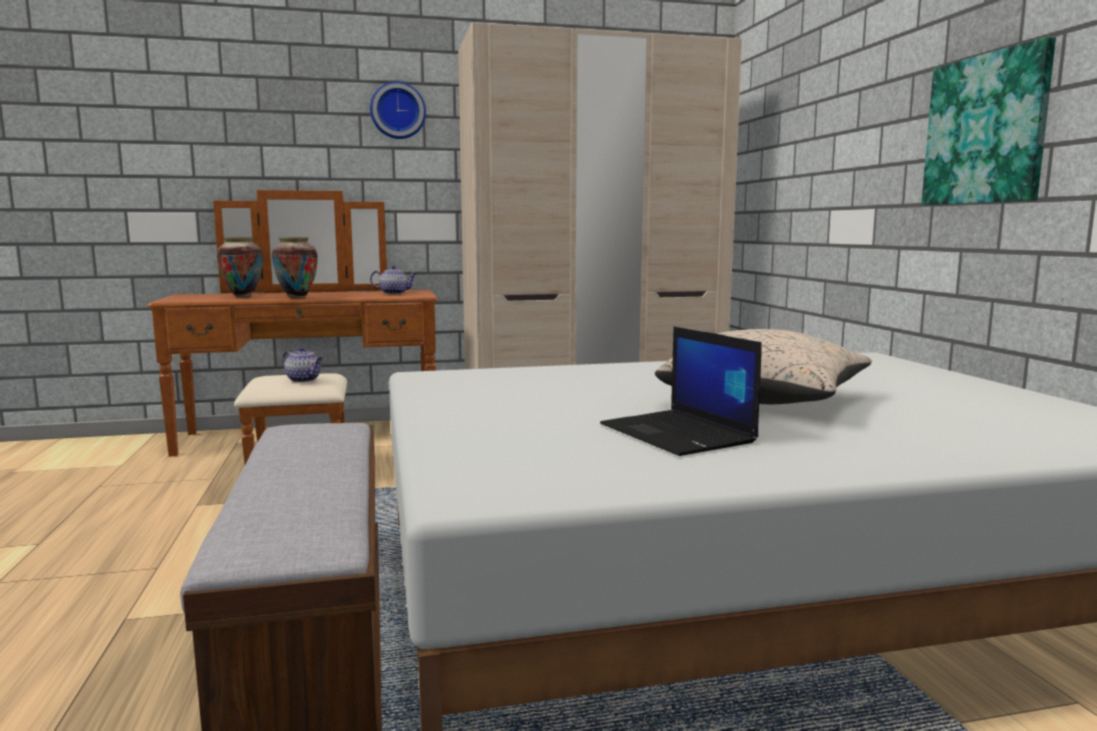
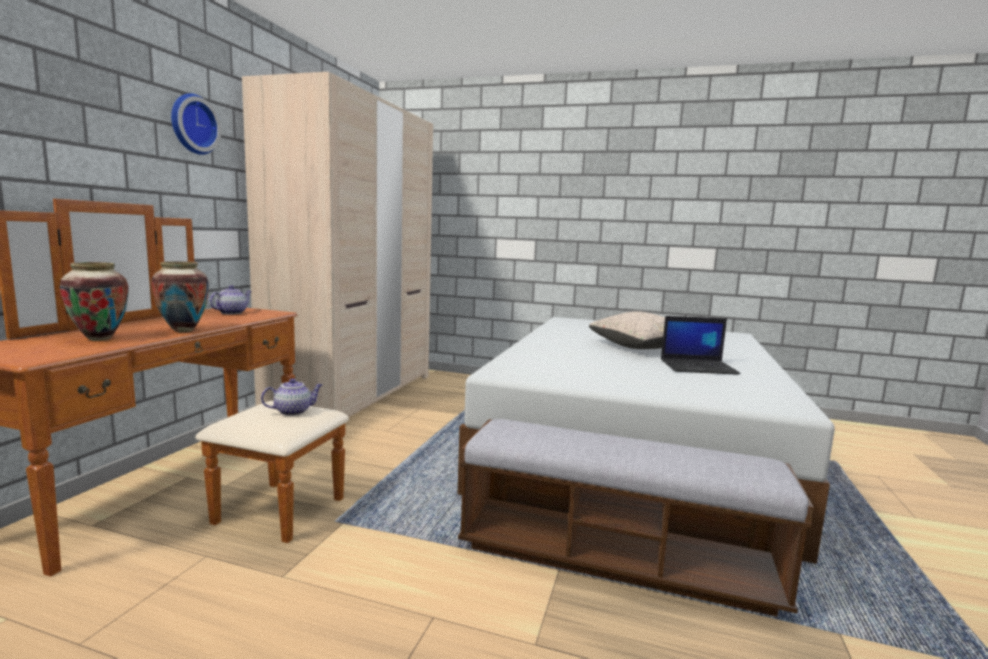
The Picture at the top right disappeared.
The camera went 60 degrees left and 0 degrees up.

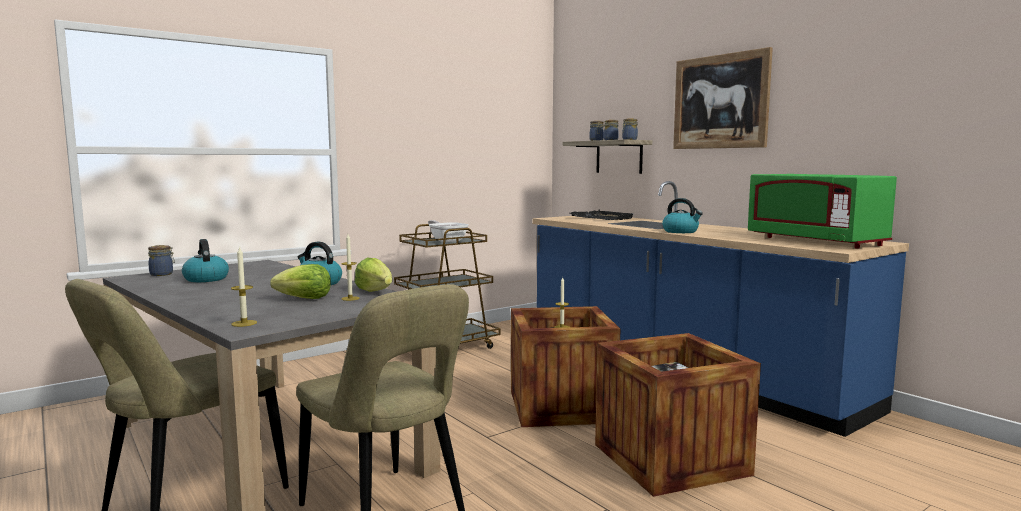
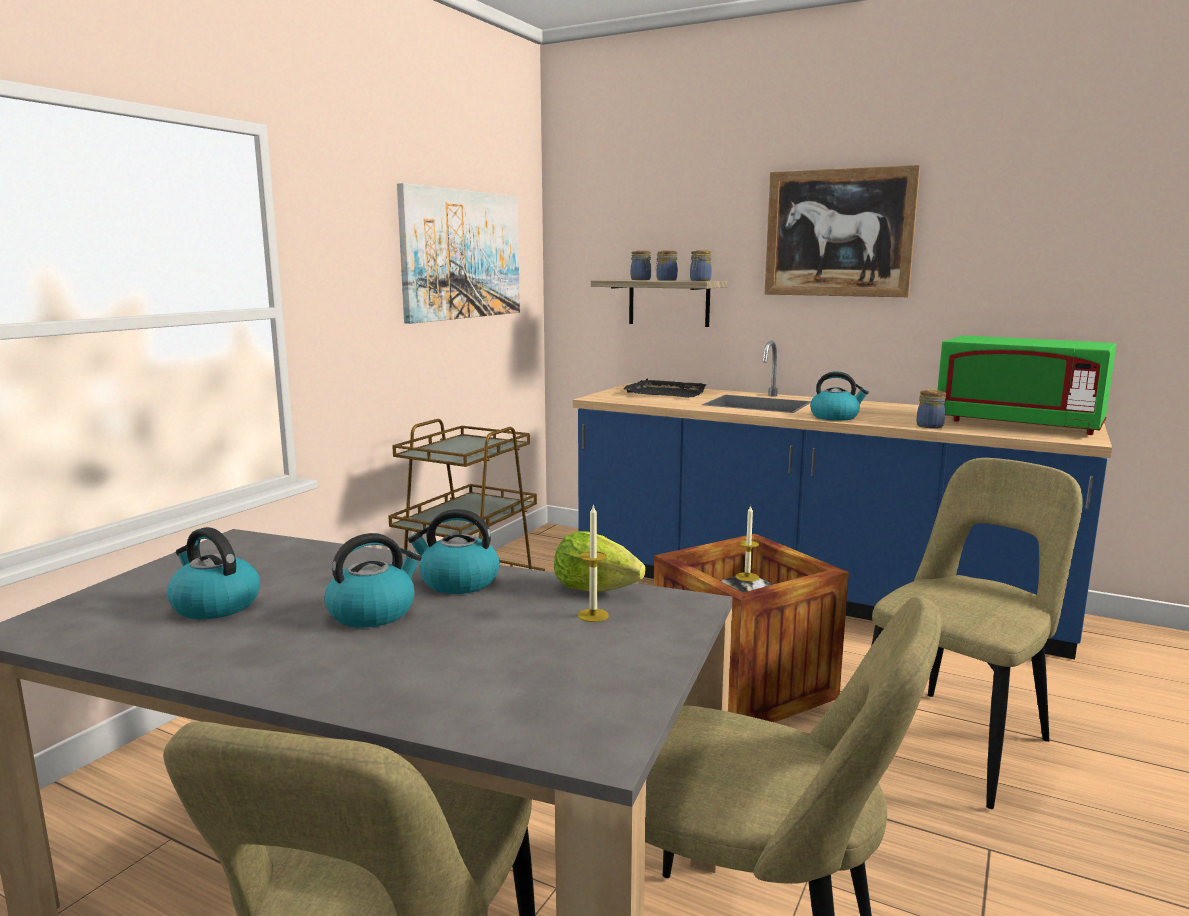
The Candle (no. 1 from left) at the middle left disappeared.
The Lettuce (no. 1 from left) at the middle left disappeared.
The FryingPan at the centre disappeared.
The Kettle (no. 2 from left) at the middle left appeared.
The Picture (no. 1 from left) at the top centre appeared.
The Jar (no. 1 from left in the first image) moved from the middle left to the middle right.
The Crate (no. 2 from left) at the bottom centre was replaced by the BeigeChair (no. 3 from left) at the bottom right.
The camera went 25 degrees left and 5 degrees up.

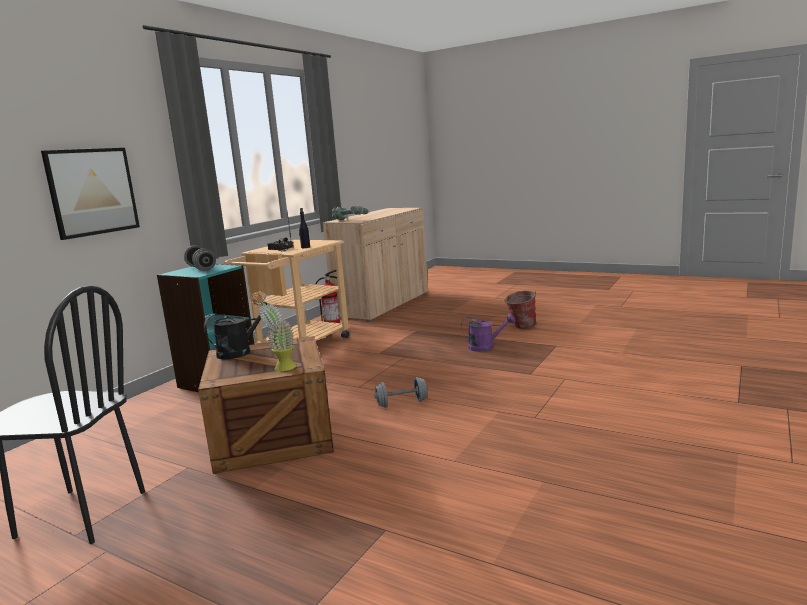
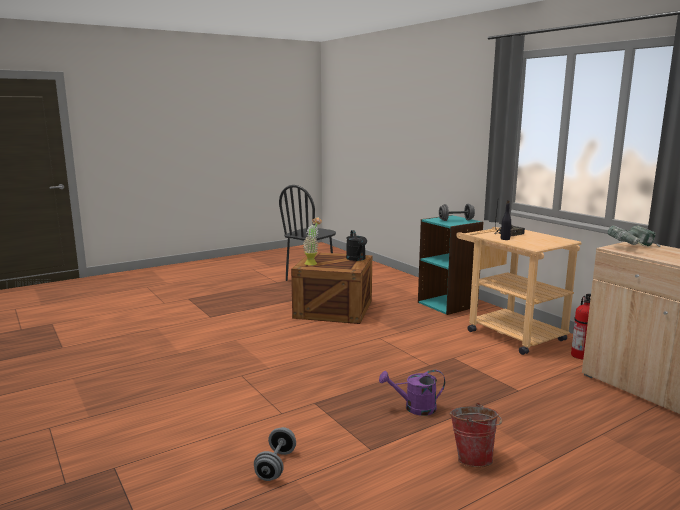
The Picture at the top left disappeared.
The GreyDumbbell (no. 2 from left in the first image) moved from the centre to the bottom centre.
The PurpleWateringCan at the centre turned 60 degrees clockwise.
The camera went 115 degrees right and 0 degrees up.

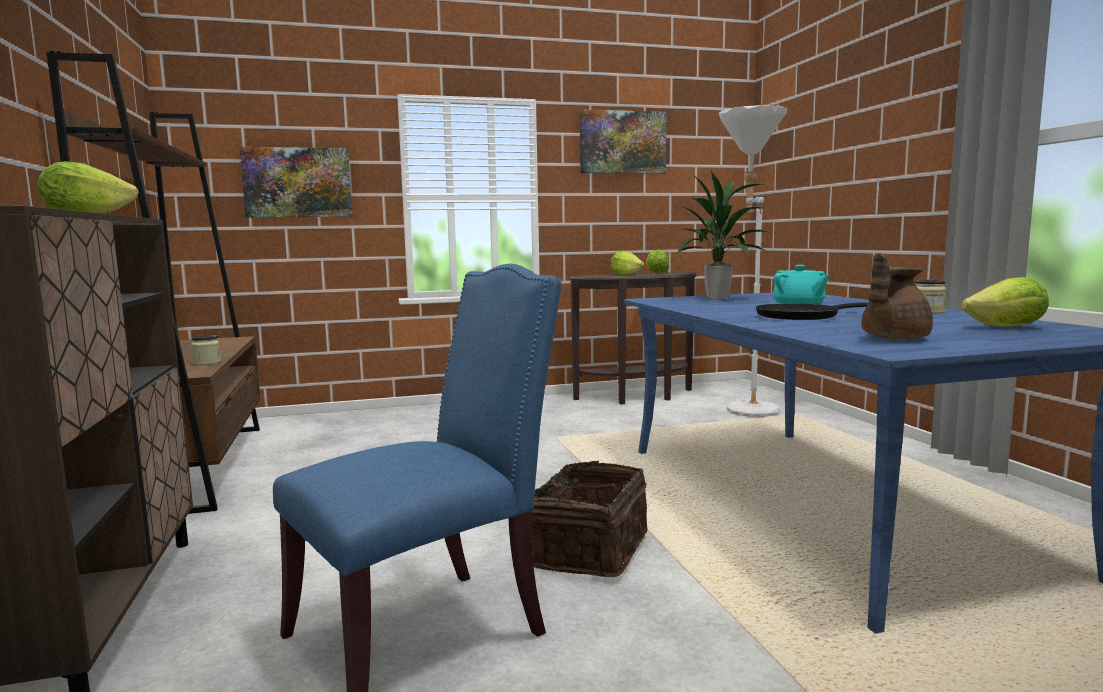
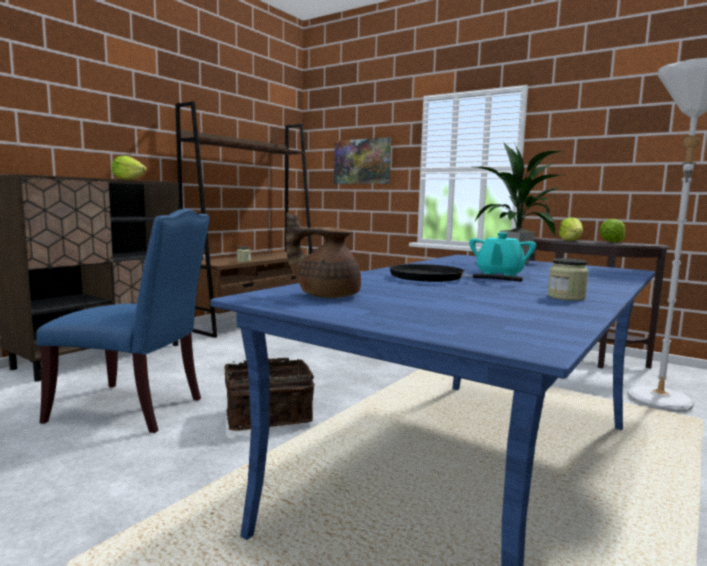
The Picture (no. 2 from left) at the top centre disappeared.
The Lettuce (no. 4 from left) at the middle right disappeared.
The camera went 50 degrees right and 0 degrees up.

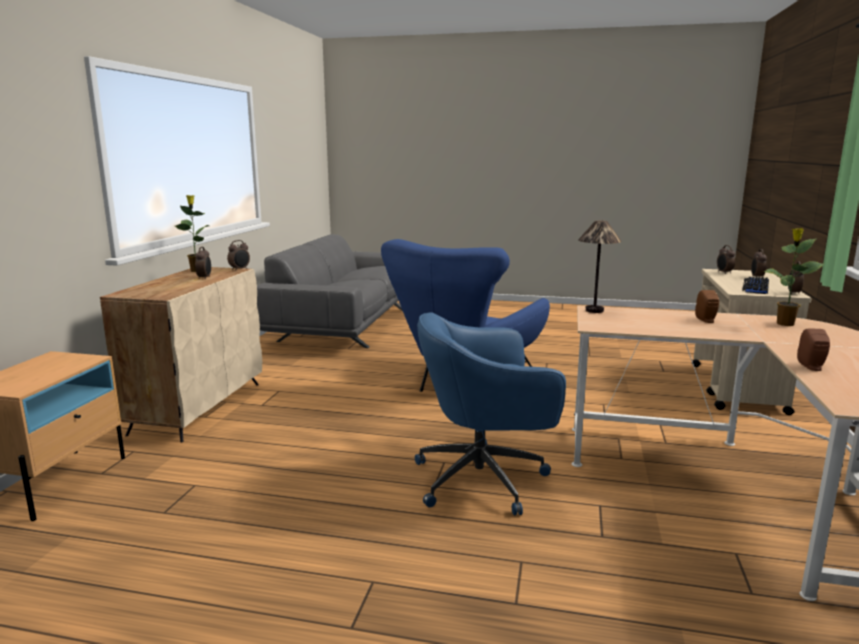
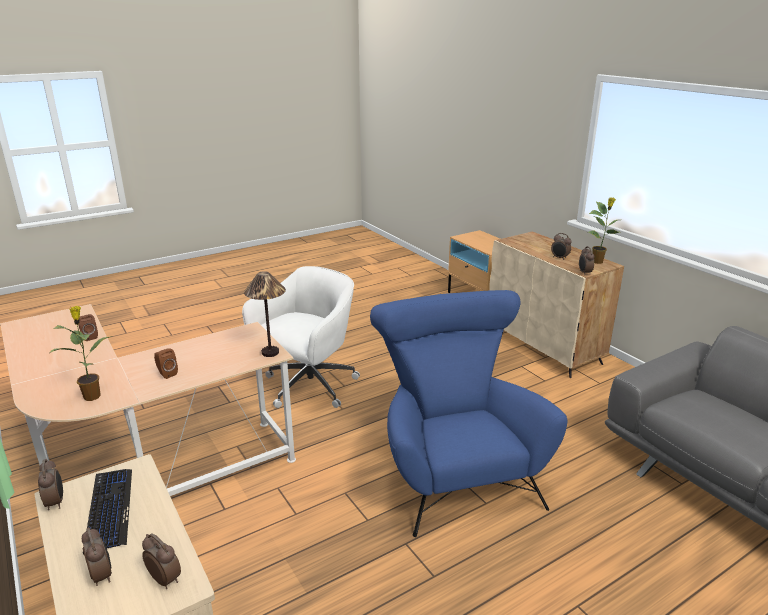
The BlueOfficeChair at the centre became the WhiteOfficeChair at the centre.
The camera went 135 degrees right and 10 degrees up.

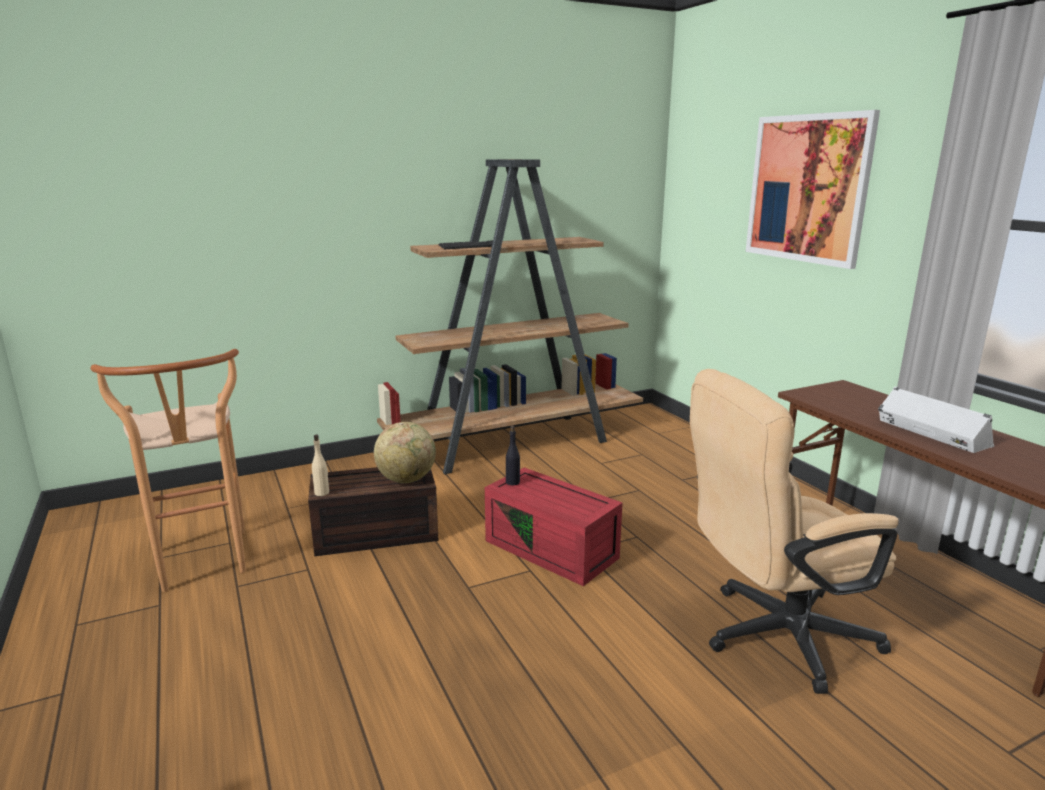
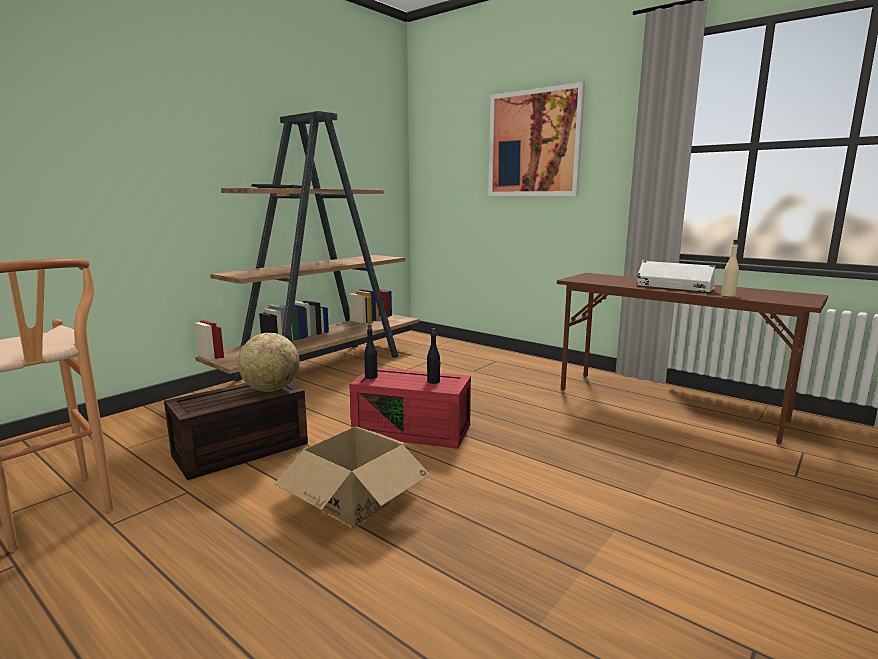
The BeigeOfficeChair at the bottom right disappeared.
The CardboardBox at the bottom centre appeared.
The BlackBottle (no. 2 from left) at the centre appeared.
The BeigeBottle moved from the middle left to the middle right.
The camera went 25 degrees left and 5 degrees down.

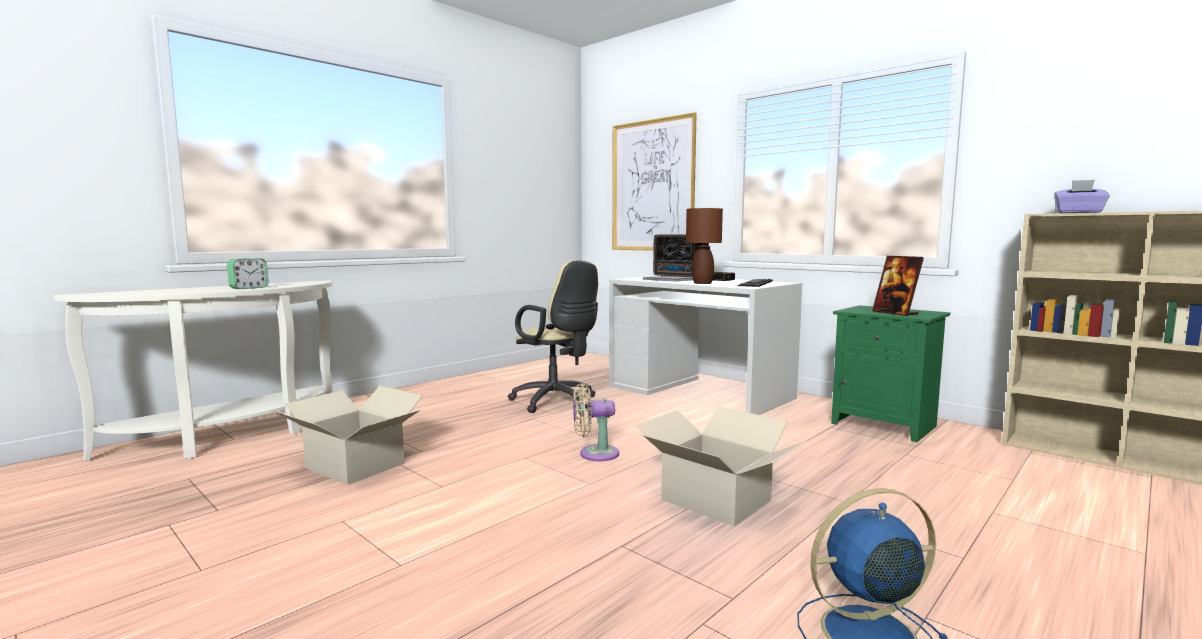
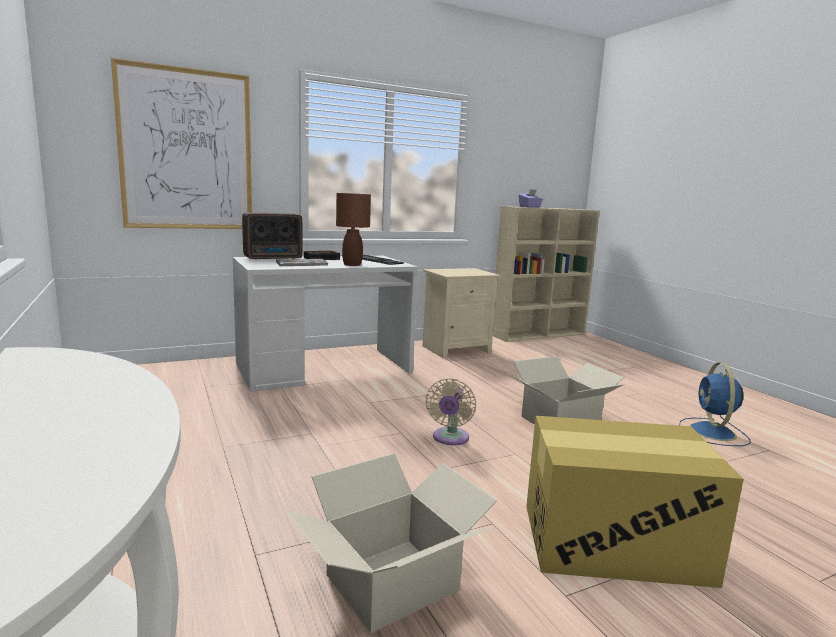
The AlarmClock (no. 1 from left) at the middle left disappeared.
The BeigeOfficeChair at the centre disappeared.
The PictureFrame at the middle right disappeared.
The CardboardBox (no. 3 from left) at the bottom right appeared.
The GreenNightstand at the middle right became the BeigeNightstand at the centre.
The camera went 70 degrees left and 5 degrees up.

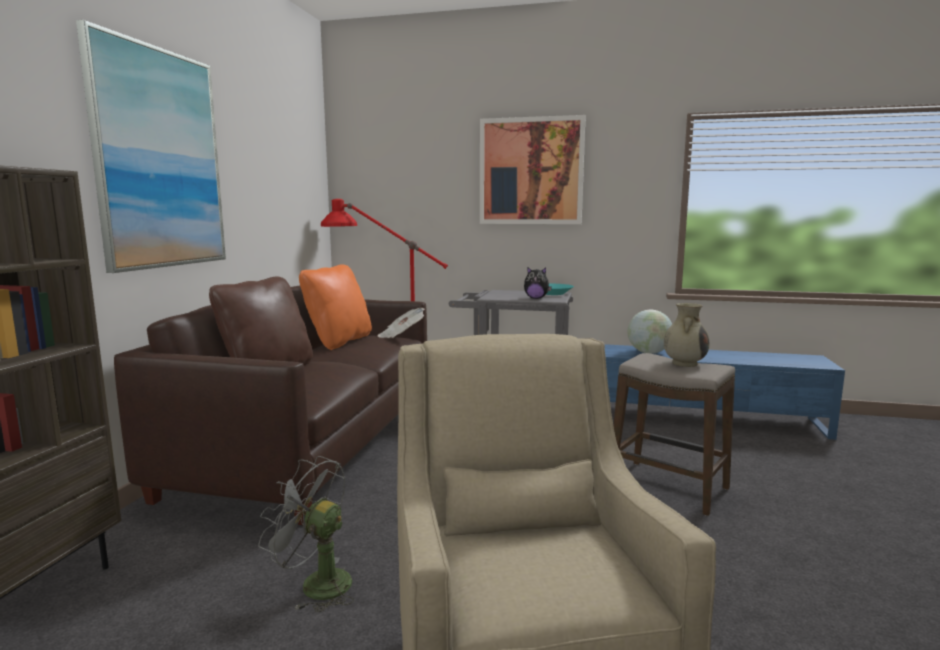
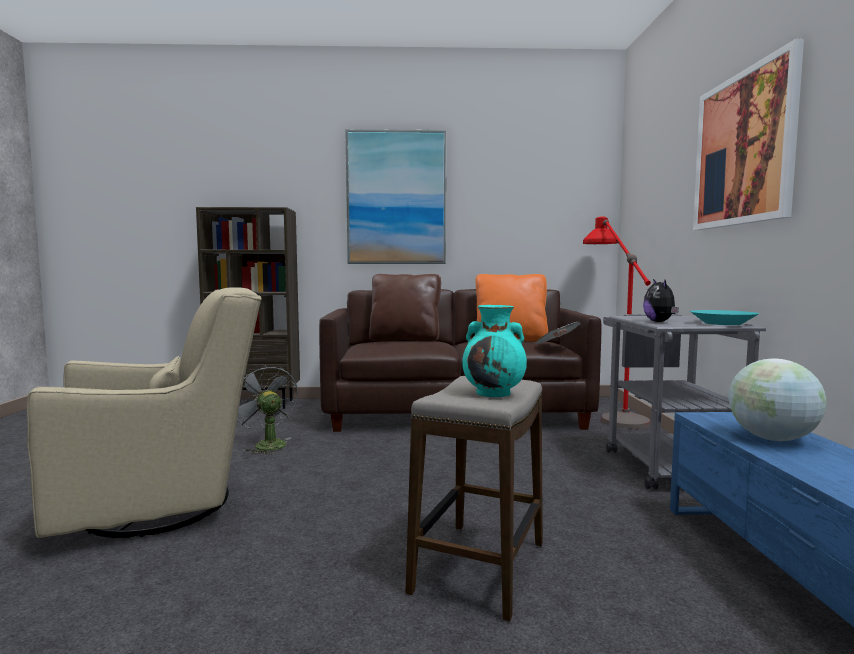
The BeigeVase at the middle right became the TurquoiseVase at the centre.
The GreyFan at the bottom left turned 45 degrees counterclockwise.
The camera went 75 degrees right and 5 degrees down.

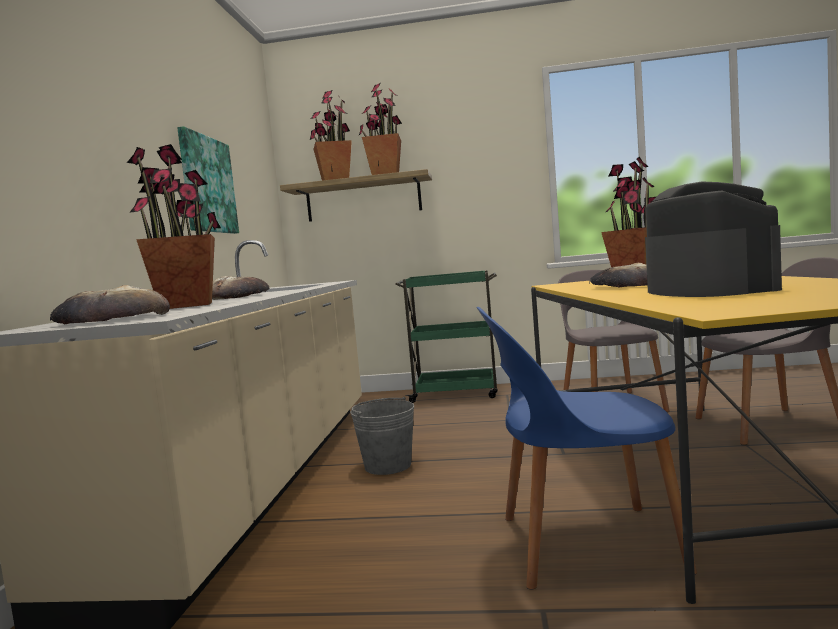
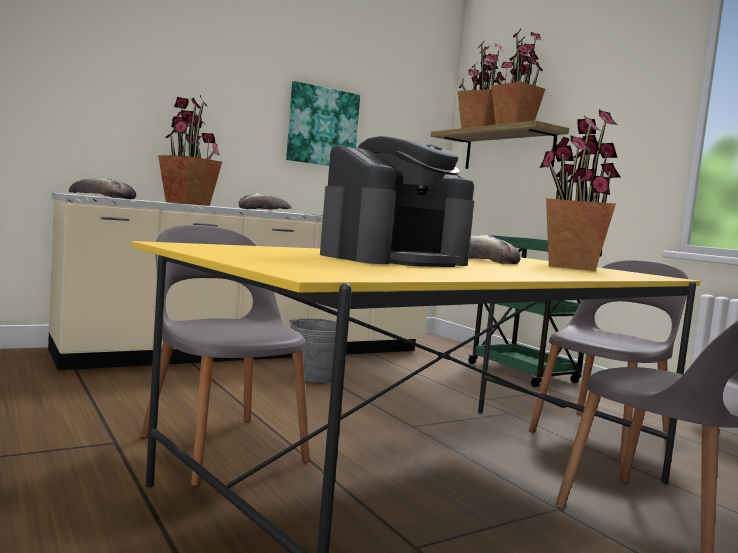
The BlueChair at the bottom right became the GreyChair (no. 1 from left) at the middle left.
The camera went 50 degrees right and 0 degrees up.

